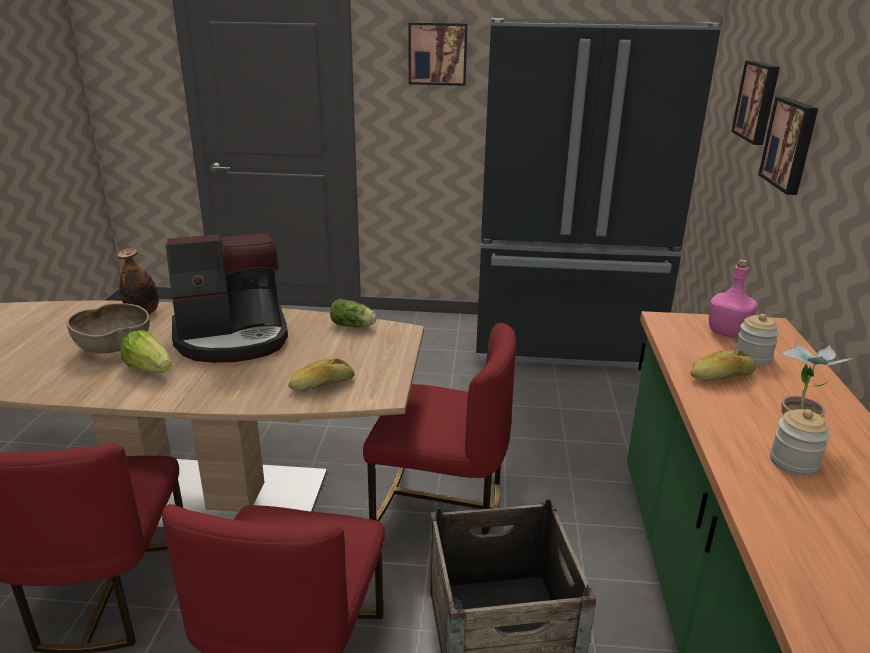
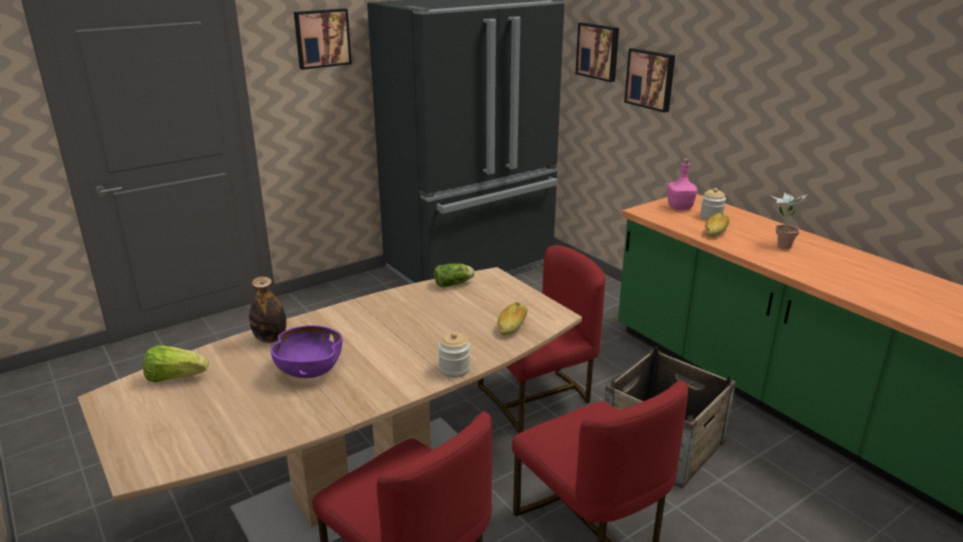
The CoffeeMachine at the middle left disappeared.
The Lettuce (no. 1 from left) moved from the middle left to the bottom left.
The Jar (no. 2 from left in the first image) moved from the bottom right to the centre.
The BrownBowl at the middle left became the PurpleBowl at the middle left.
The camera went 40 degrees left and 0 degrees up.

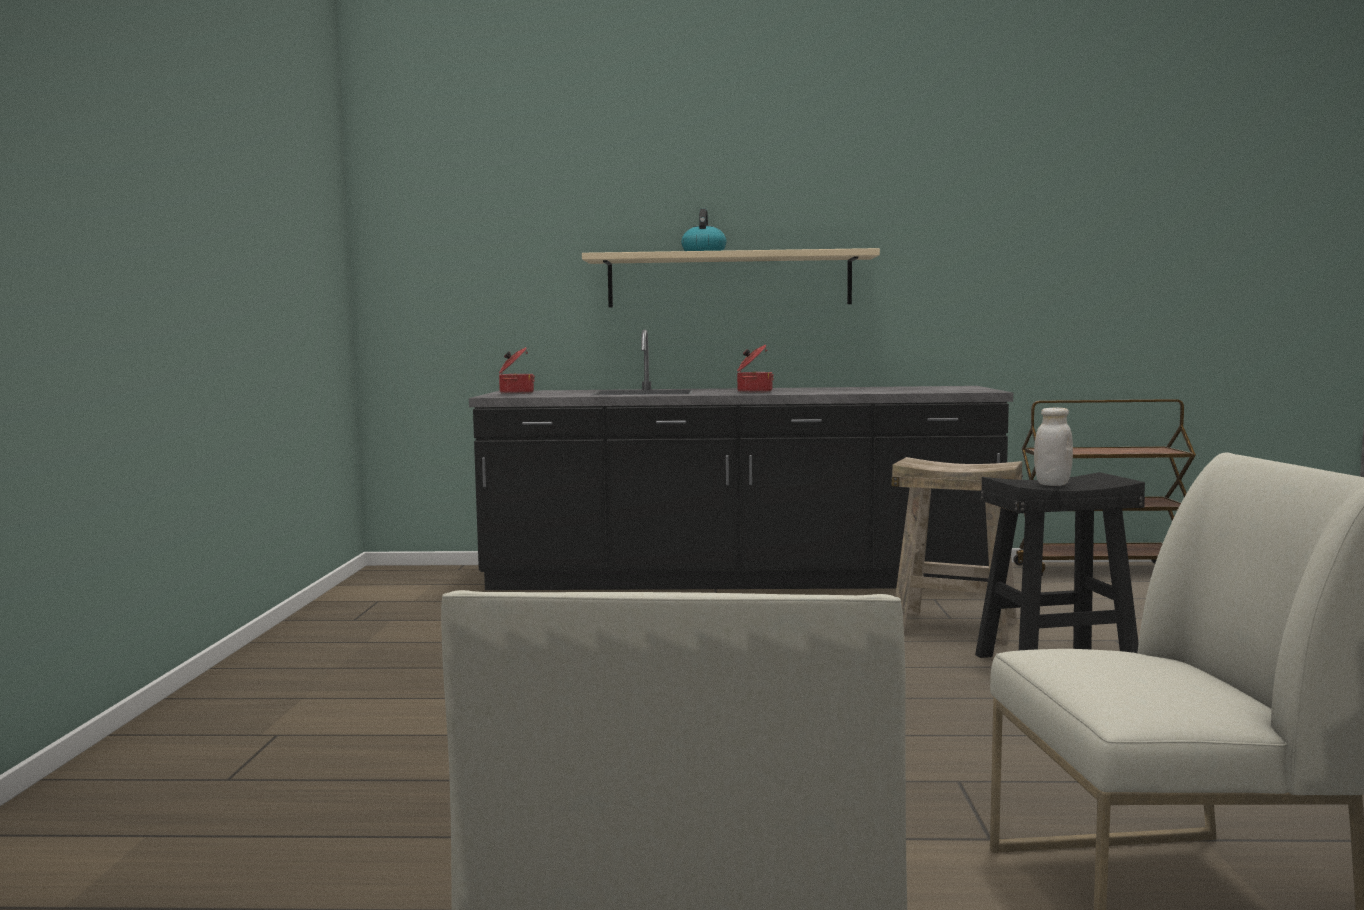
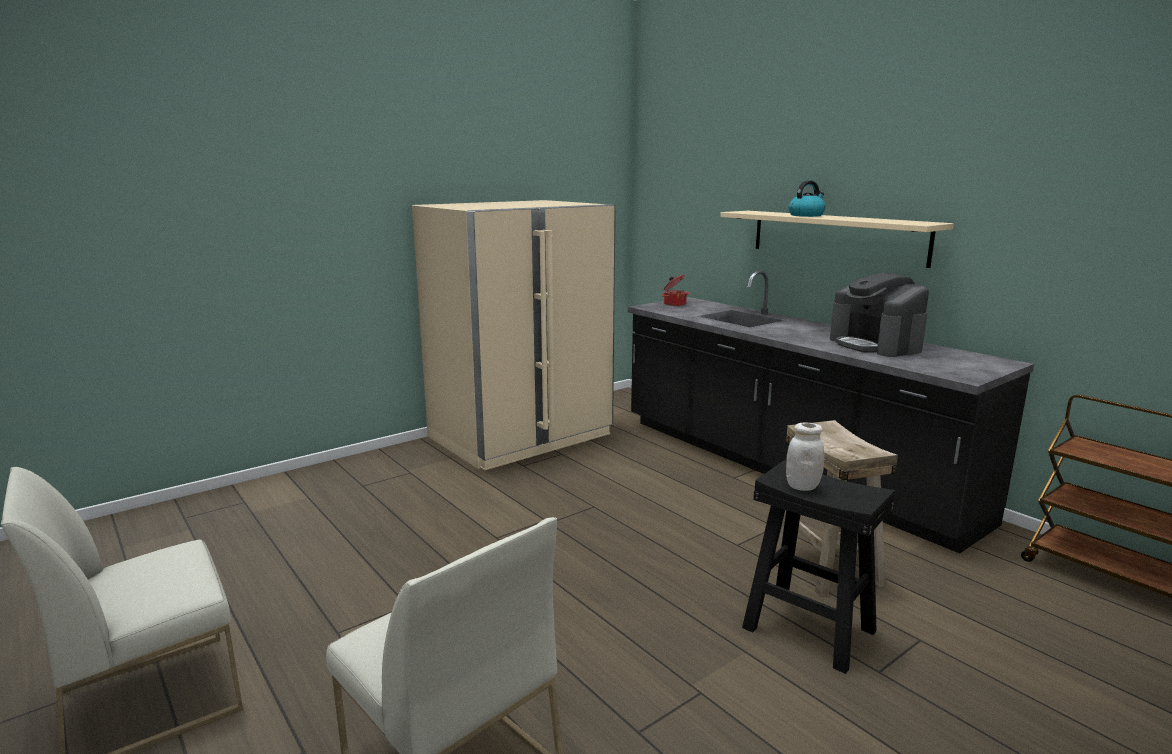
The CookingPot (no. 2 from left) at the centre disappeared.
The BeigeFridge at the centre appeared.
The CoffeeMachine at the middle right appeared.
The camera went 50 degrees right and 10 degrees up.

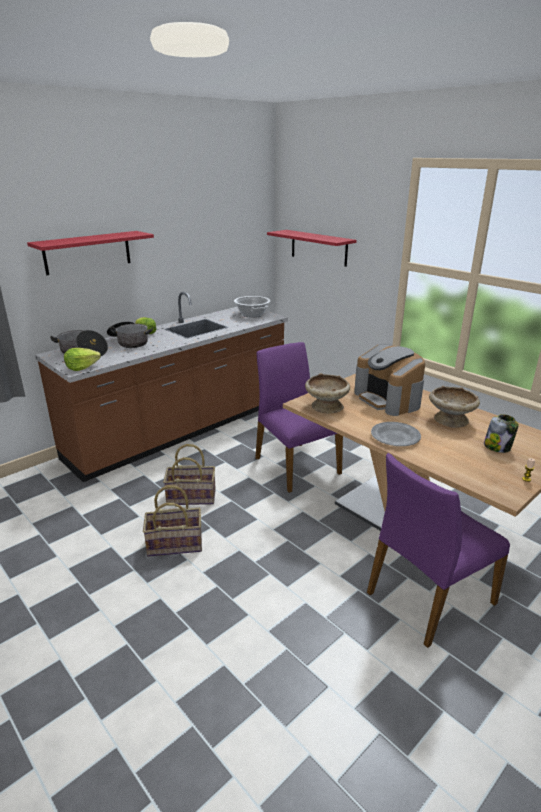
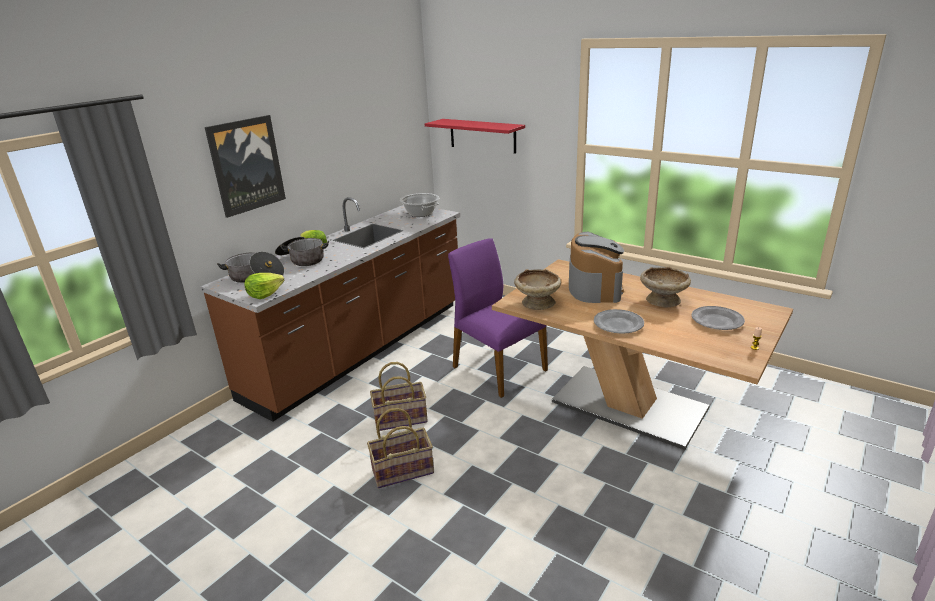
The PurpleChair (no. 2 from left) at the bottom right disappeared.
The RedShelf (no. 1 from left) at the top left was replaced by the Picture at the top left.
The Jar at the middle right was replaced by the GreyPlate (no. 2 from left) at the middle right.
The CoffeeMachine at the middle right turned 135 degrees counterclockwise.
The camera went 10 degrees left and 0 degrees up.

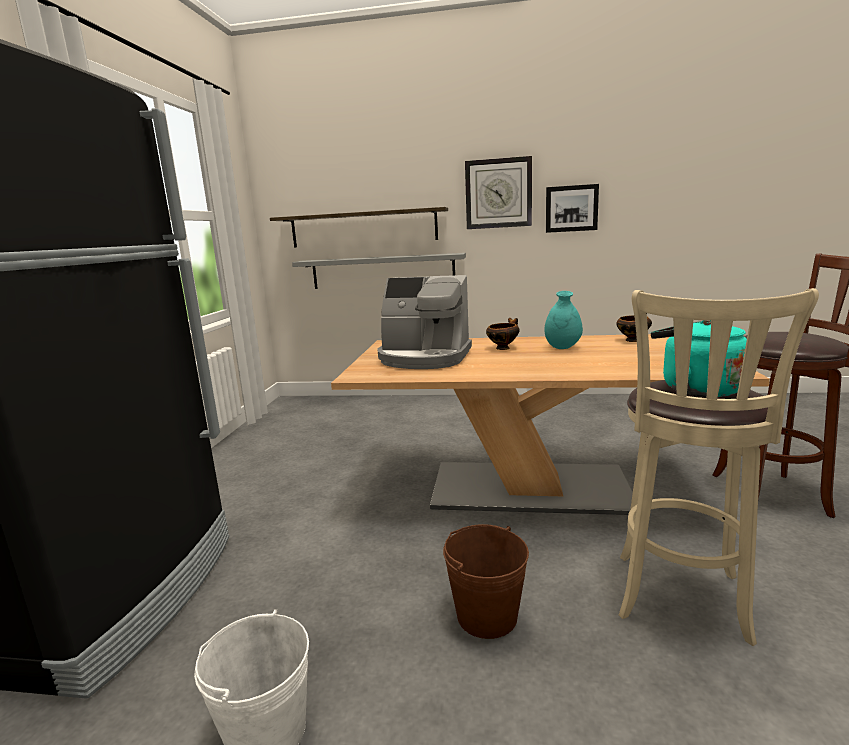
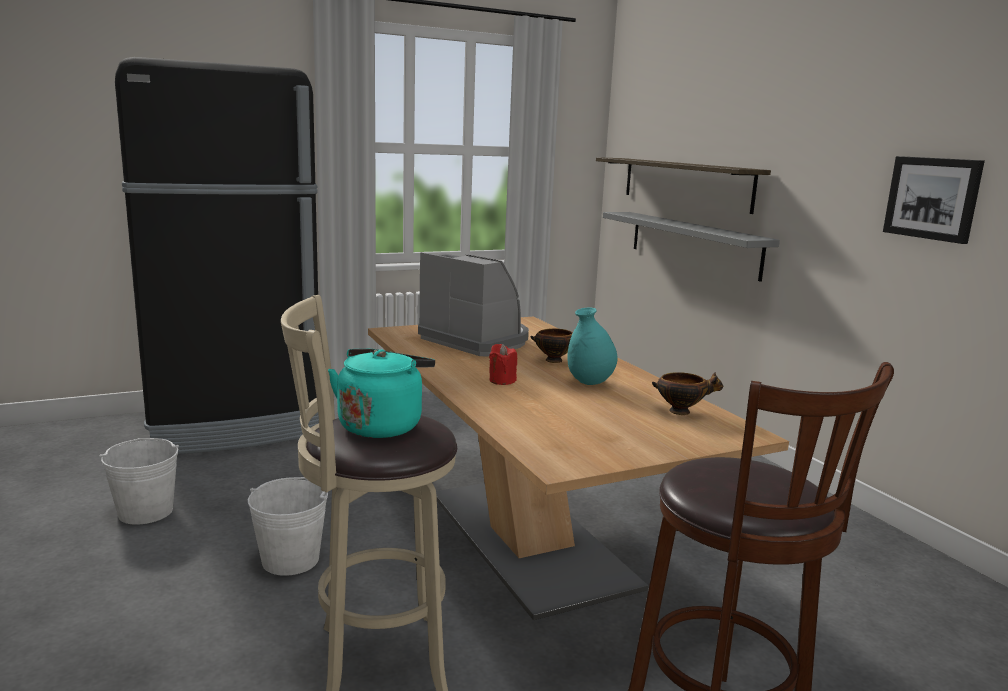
The WallClock at the top centre disappeared.
The RedCandle at the centre appeared.
The BrownBucket at the bottom centre became the WhiteBucket (no. 2 from left) at the bottom left.
The CoffeeMachine at the centre turned 150 degrees clockwise.
The camera went 55 degrees right and 0 degrees up.

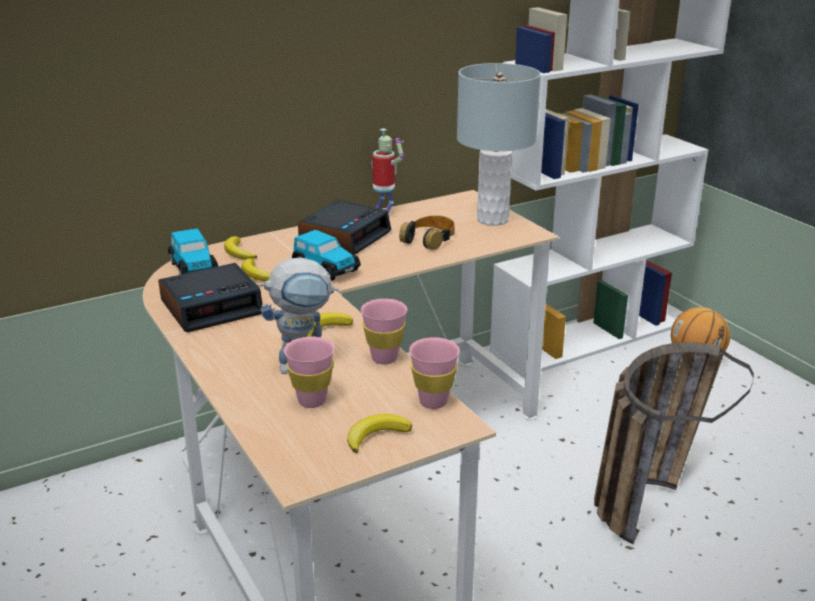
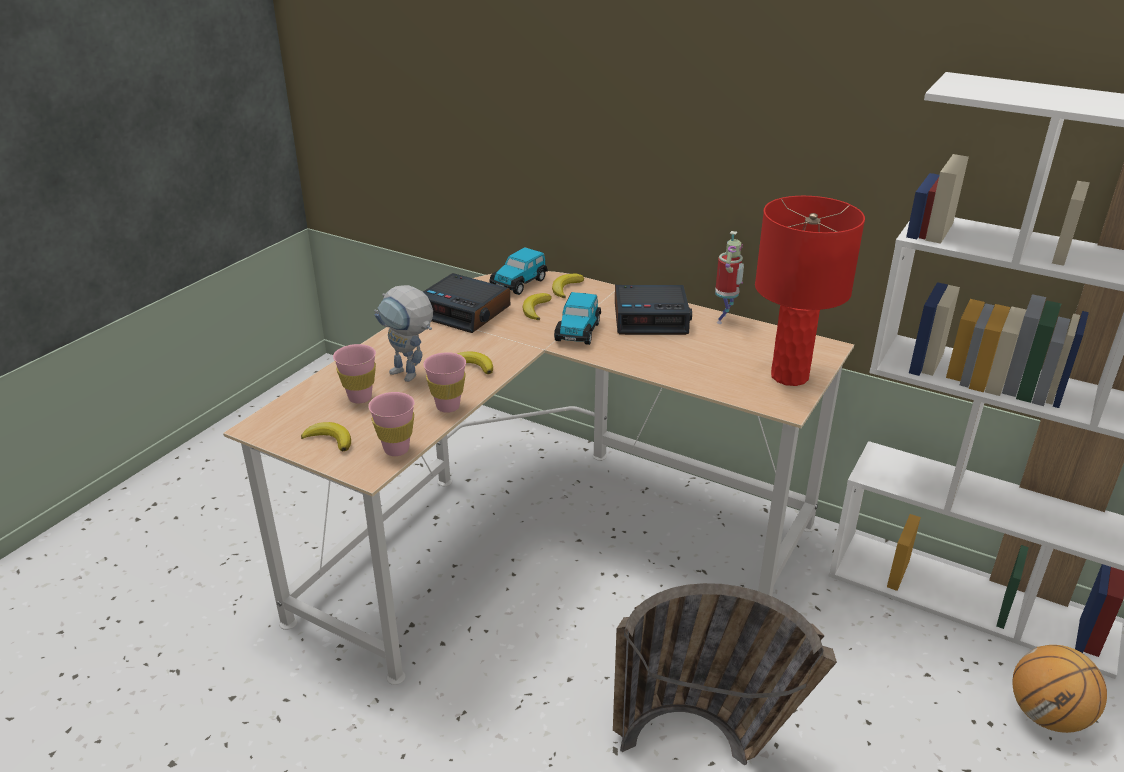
The Headphones at the centre disappeared.
The GreyTableLamp at the top centre became the RedTableLamp at the middle right.
The camera went 60 degrees right and 5 degrees up.

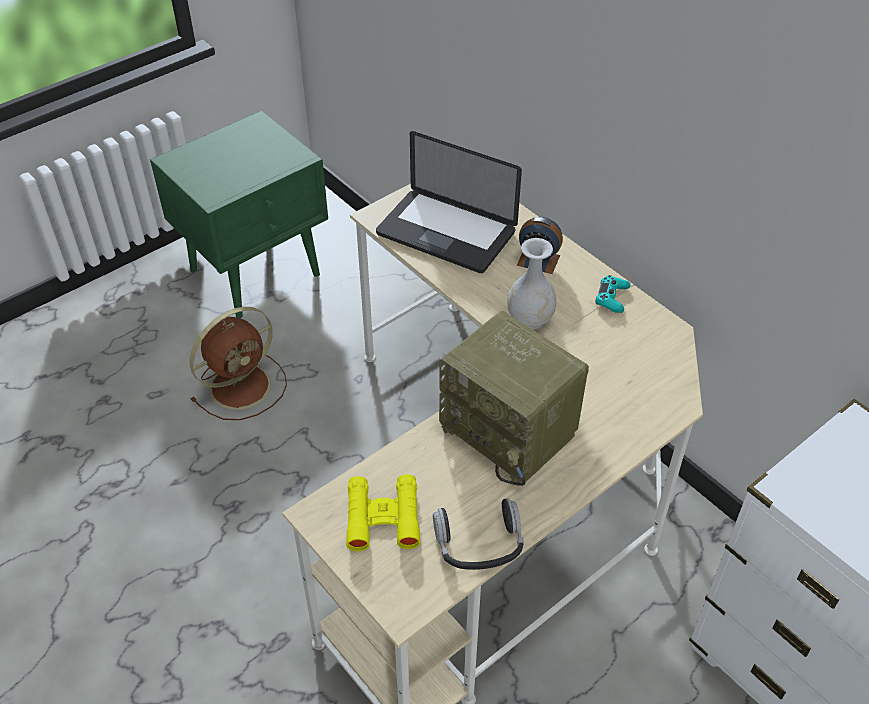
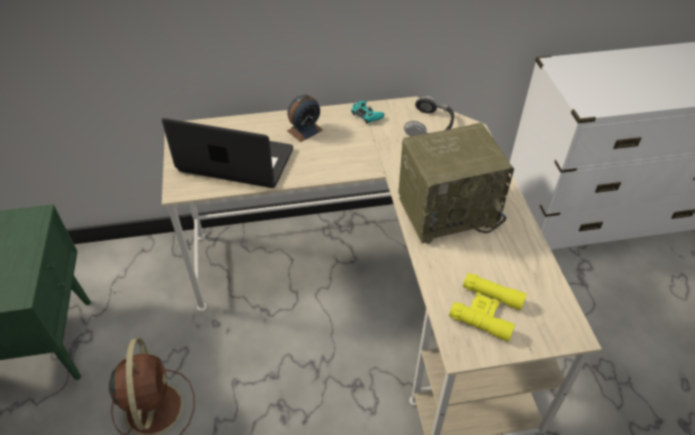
The WhiteVase at the centre disappeared.
The Headphones moved from the bottom centre to the top centre.
The Laptop at the top centre turned 135 degrees counterclockwise.
The camera went 60 degrees left and 0 degrees up.

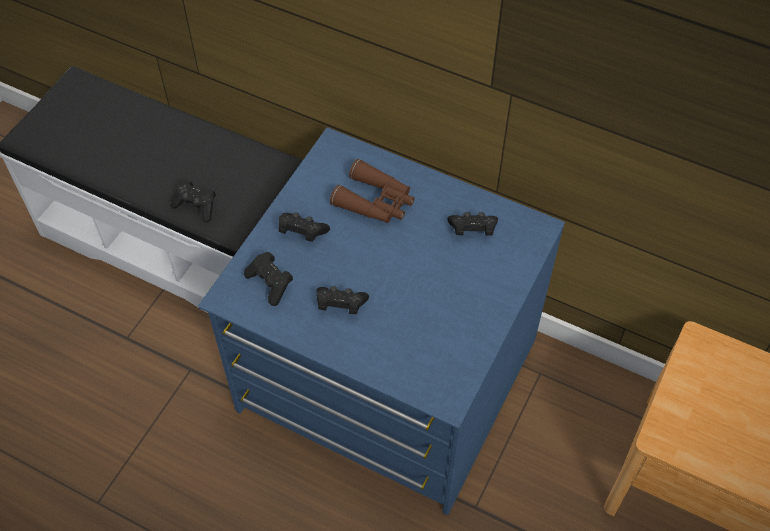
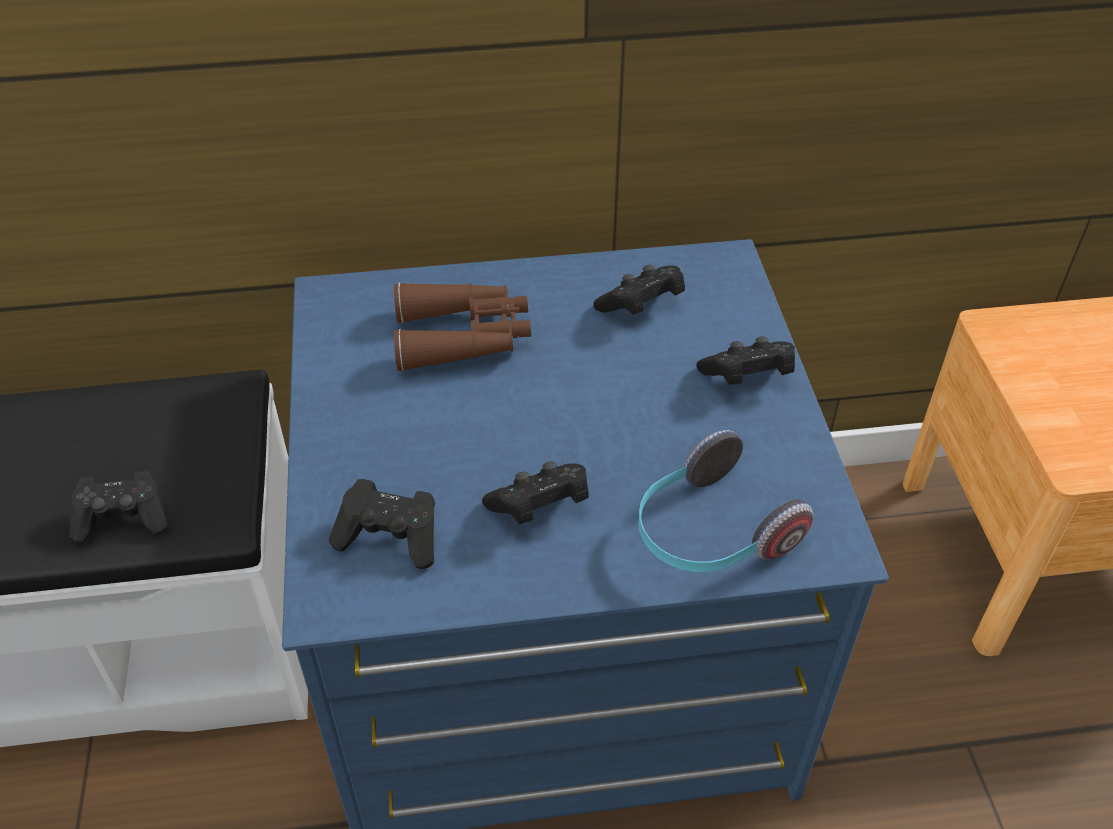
The Headphones at the centre appeared.
The BlackGameController (no. 3 from left in the first image) moved from the centre to the middle right.
The camera went 35 degrees left and 10 degrees down.

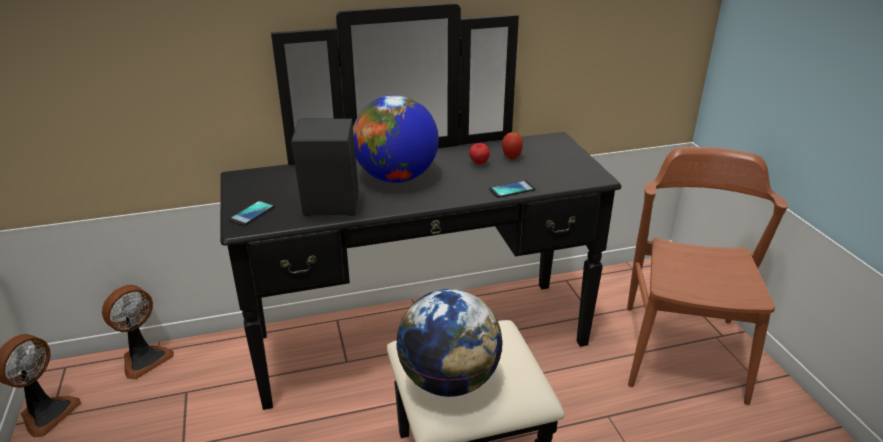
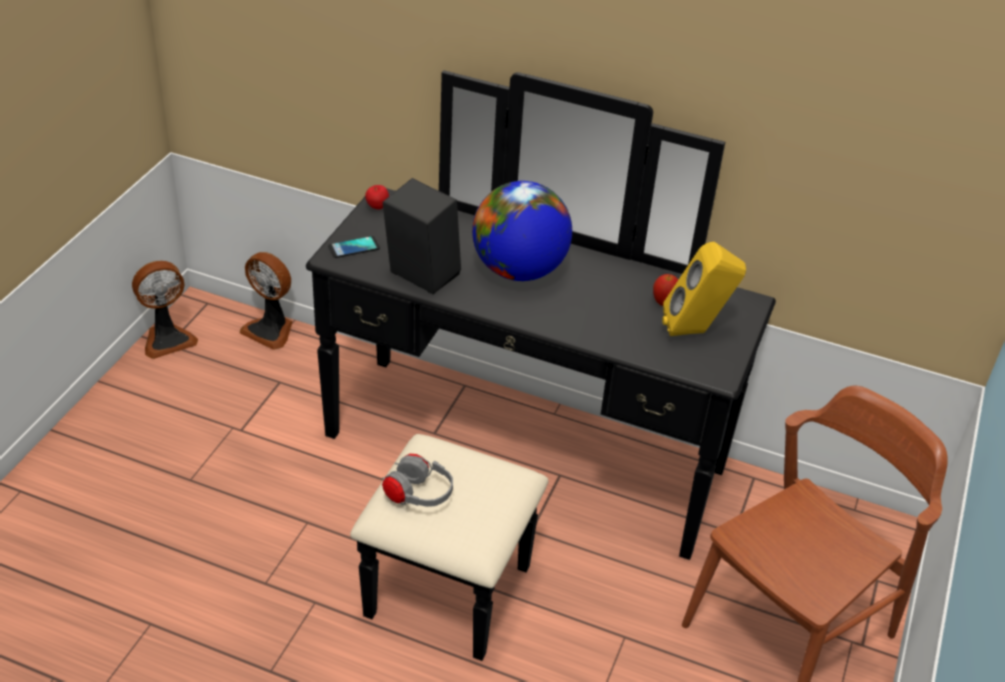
The Phone (no. 2 from left) at the centre disappeared.
The YellowSpeaker at the middle right appeared.
The Apple (no. 1 from left) moved from the centre to the top centre.
The Globe (no. 2 from left) at the bottom centre was replaced by the GreyHeadphones at the bottom centre.
The Fan (no. 2 from left) at the bottom left turned 45 degrees clockwise.
The camera went 35 degrees right and 10 degrees up.

